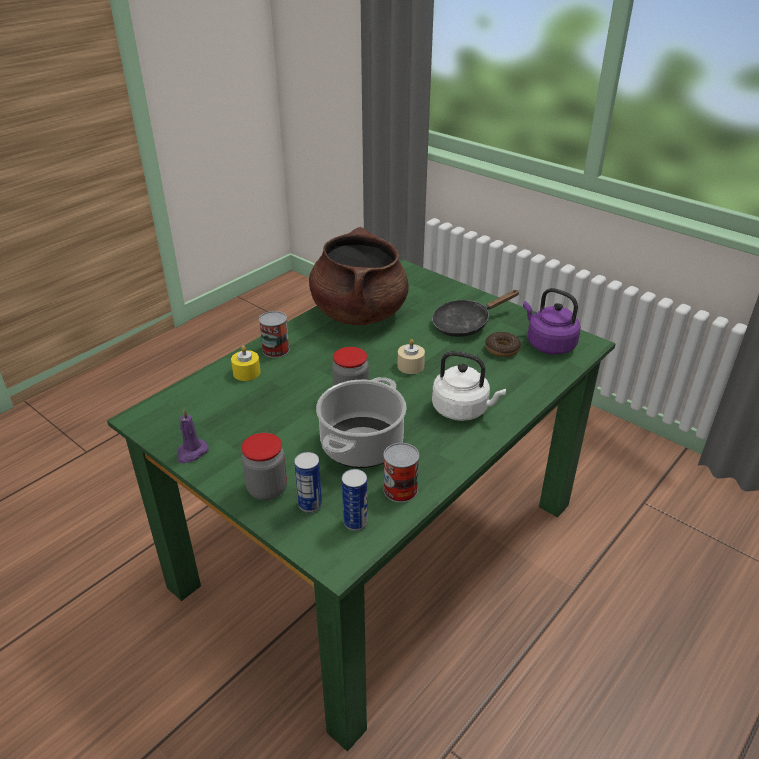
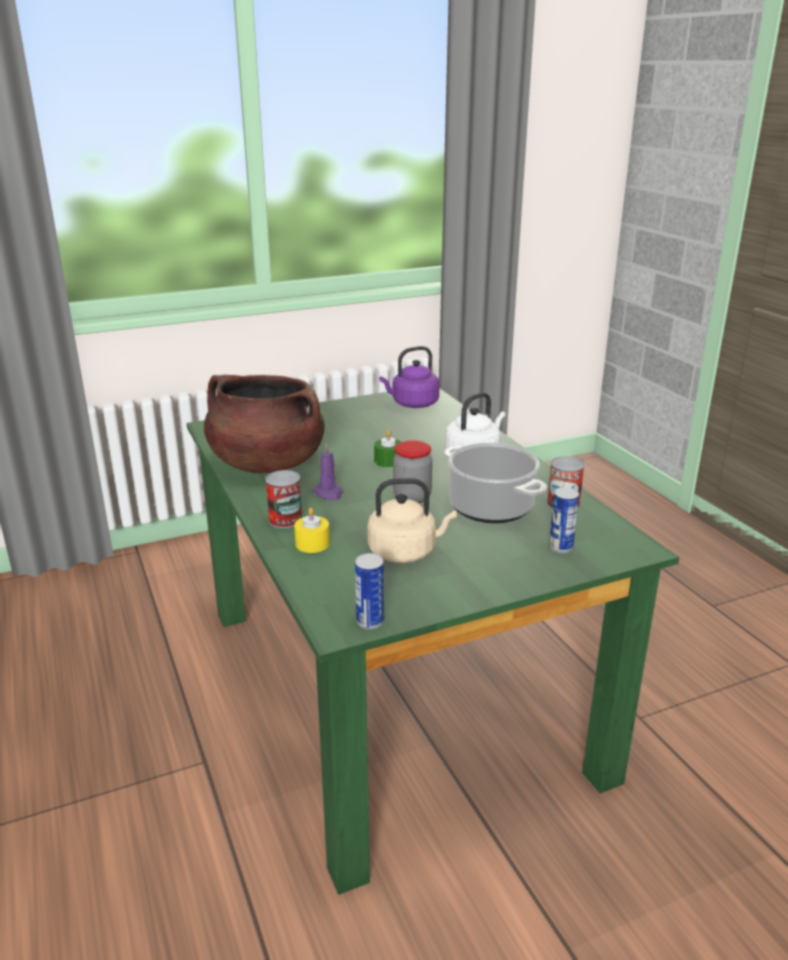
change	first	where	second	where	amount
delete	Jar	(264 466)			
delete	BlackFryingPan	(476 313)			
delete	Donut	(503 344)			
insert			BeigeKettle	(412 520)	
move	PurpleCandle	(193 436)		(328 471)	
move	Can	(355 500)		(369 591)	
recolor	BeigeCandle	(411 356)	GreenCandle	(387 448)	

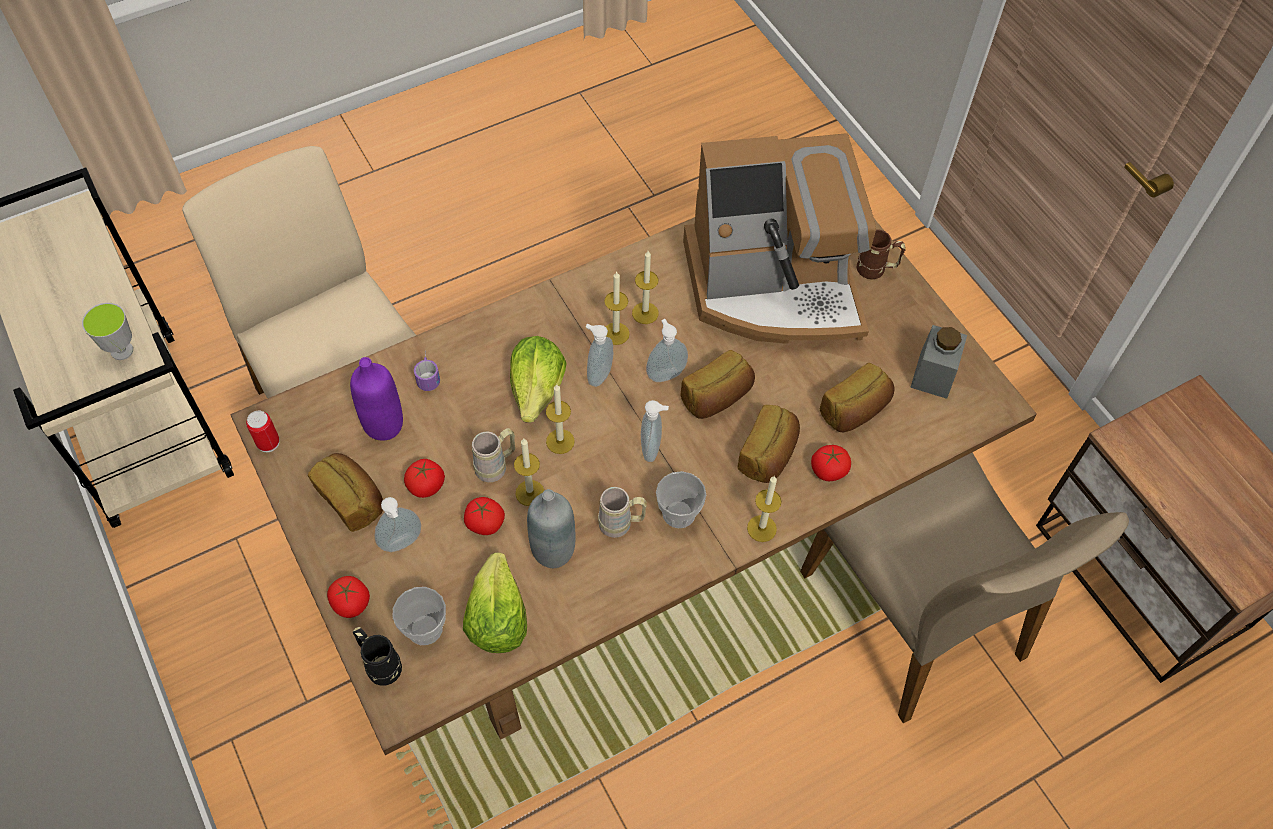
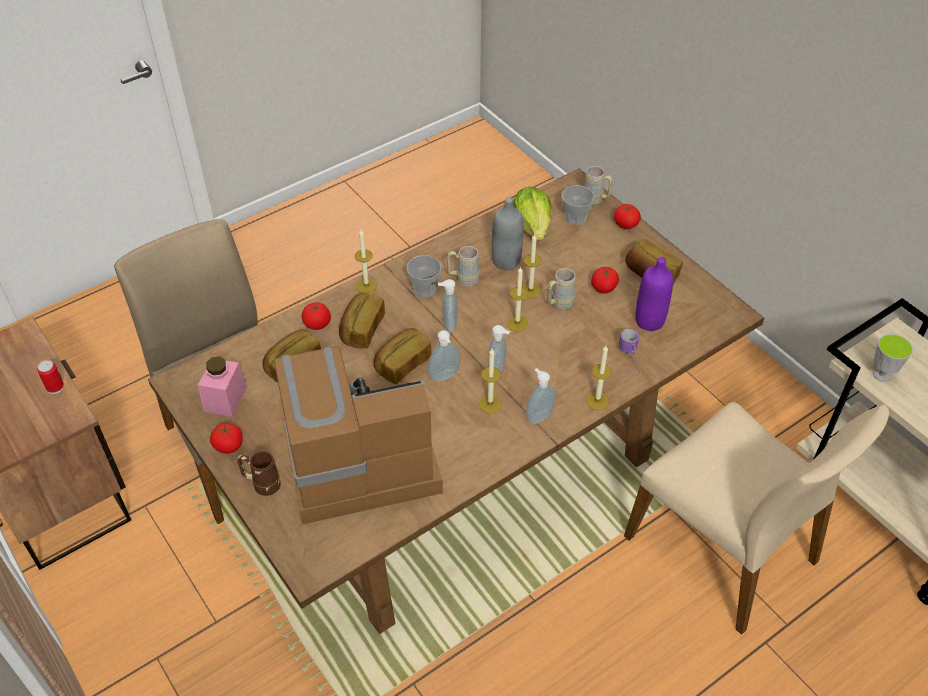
change	first	where	second	where	amount
delete	Lettuce	(538 379)			
move	Can	(262 431)		(50 377)	
move	SoapDispenser	(397 524)		(541 396)	
move	Tomato	(484 516)		(226 438)	
move	Candle	(645 287)		(599 378)	
recolor	BlackMug	(377 656)	BeigeMug	(598 185)	
recolor	GreyJar	(938 362)	PinkJar	(222 386)	

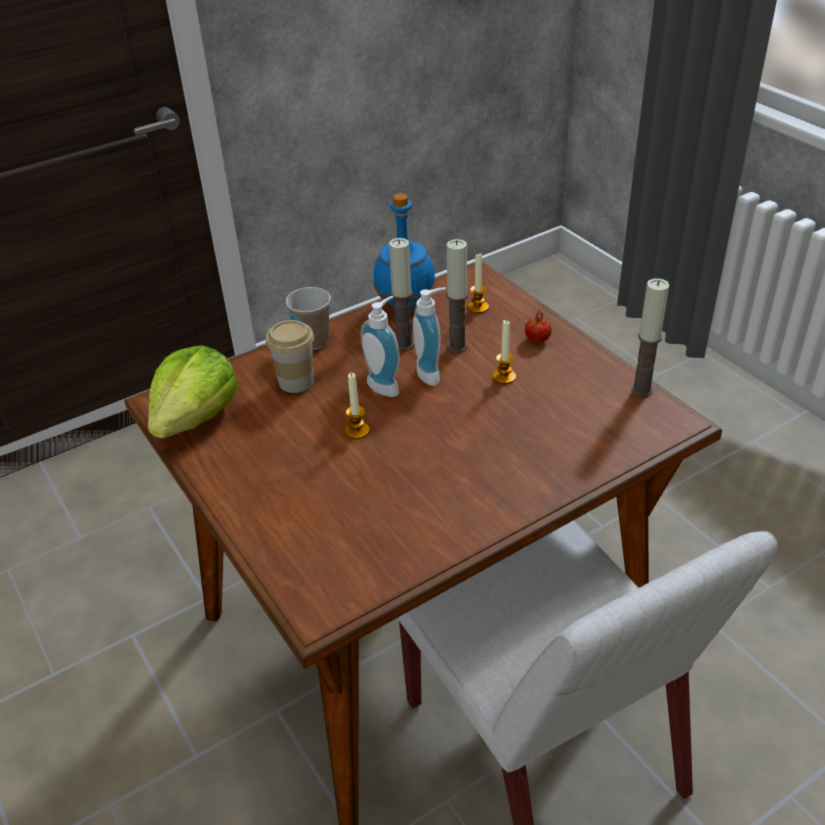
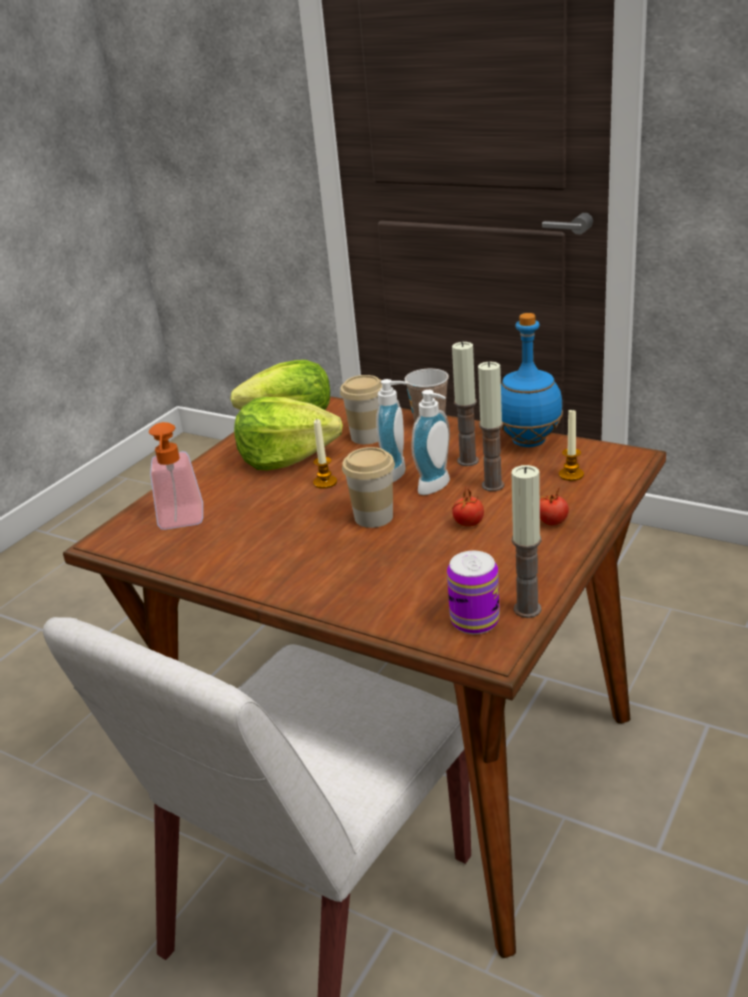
change	first	where	second	where	amount
insert			SoapDispenser	(176 476)	
insert			Lettuce	(288 433)	
insert			Cup	(368 487)	
insert			Can	(473 592)	
replace	Candle	(504 352)	Tomato	(468 507)	

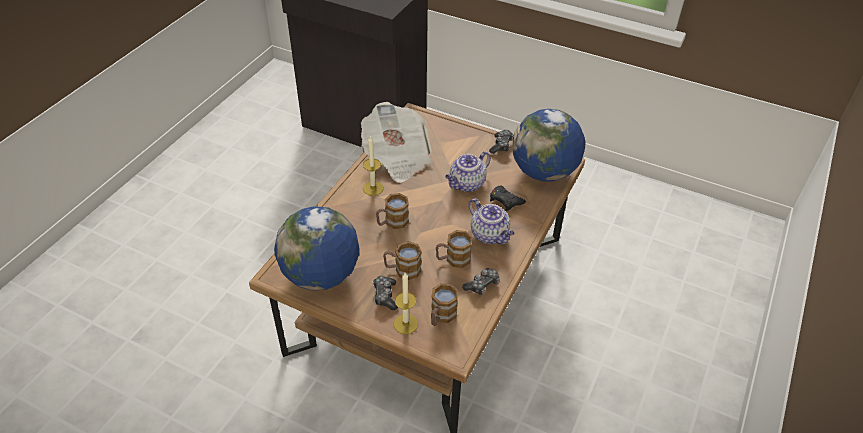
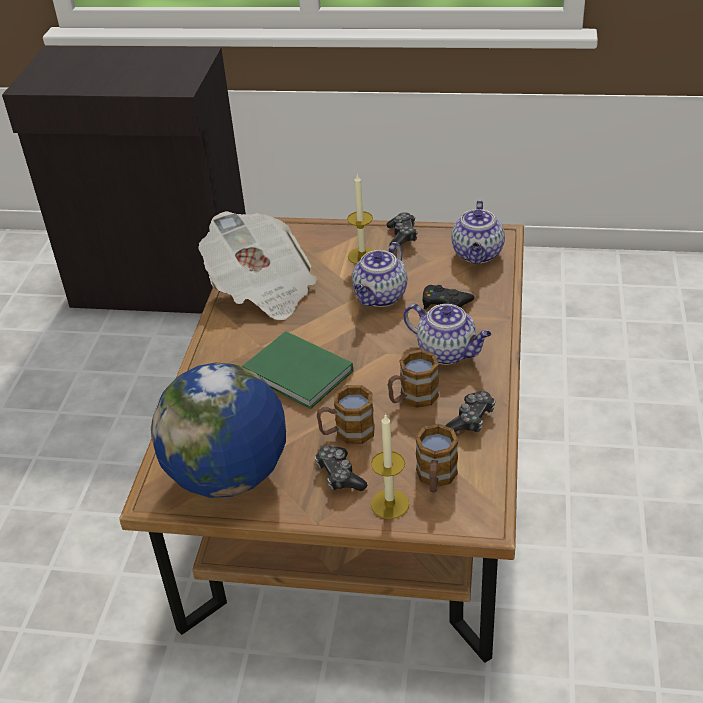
change	first	where	second	where	amount
move	Candle	(373 166)		(360 219)	
replace	Mug	(392 211)	GreenBook	(297 370)	
replace	Globe	(549 145)	Teapot	(478 232)	

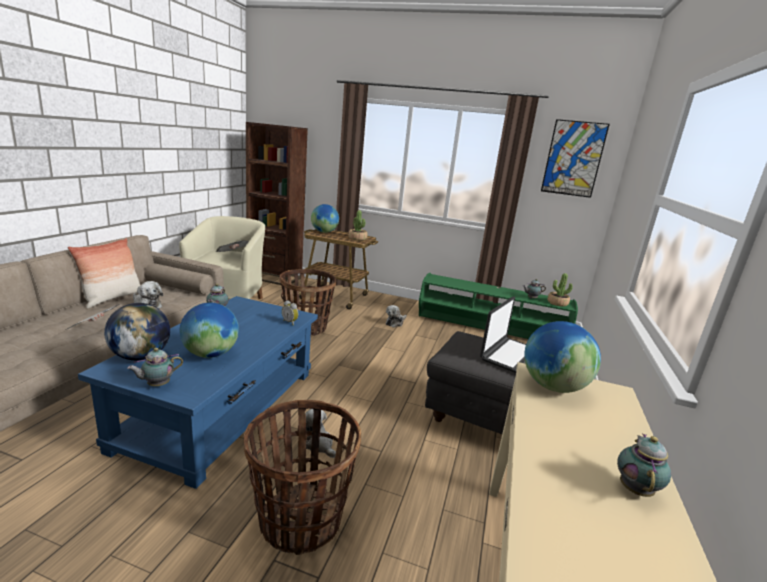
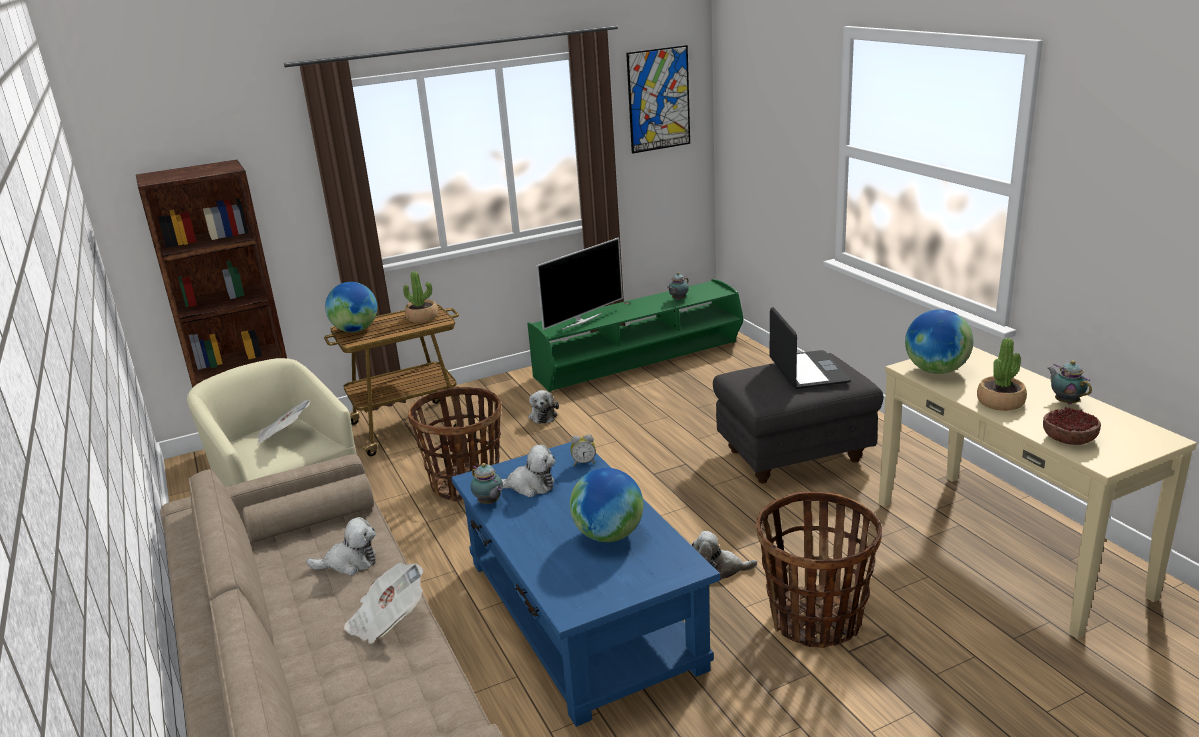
change	first	where	second	where	amount
delete	Pillow	(103 273)			
delete	Globe	(137 331)			
delete	Teapot	(155 367)			
insert			PlushToy	(529 470)	
insert			Television	(579 284)	
insert			Bowl	(1072 426)	
move	PottedPlant	(560 290)		(1002 374)	

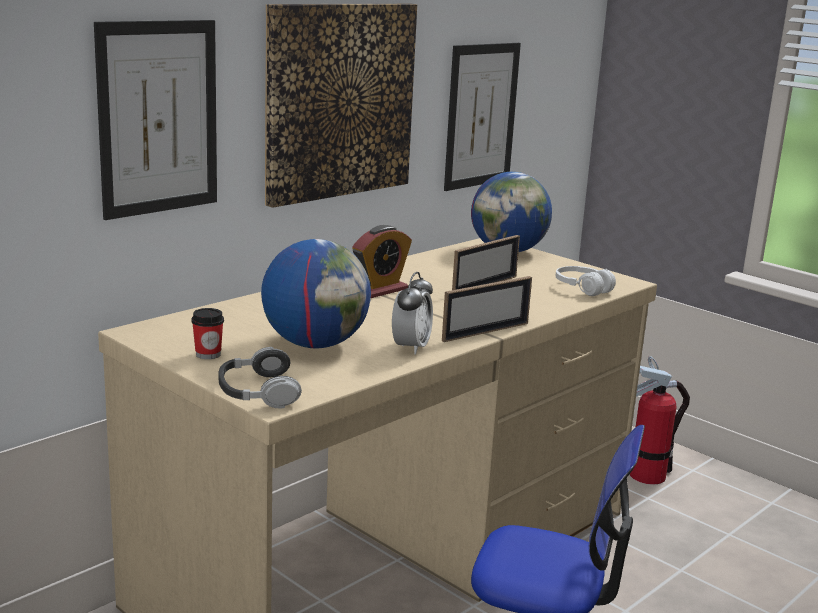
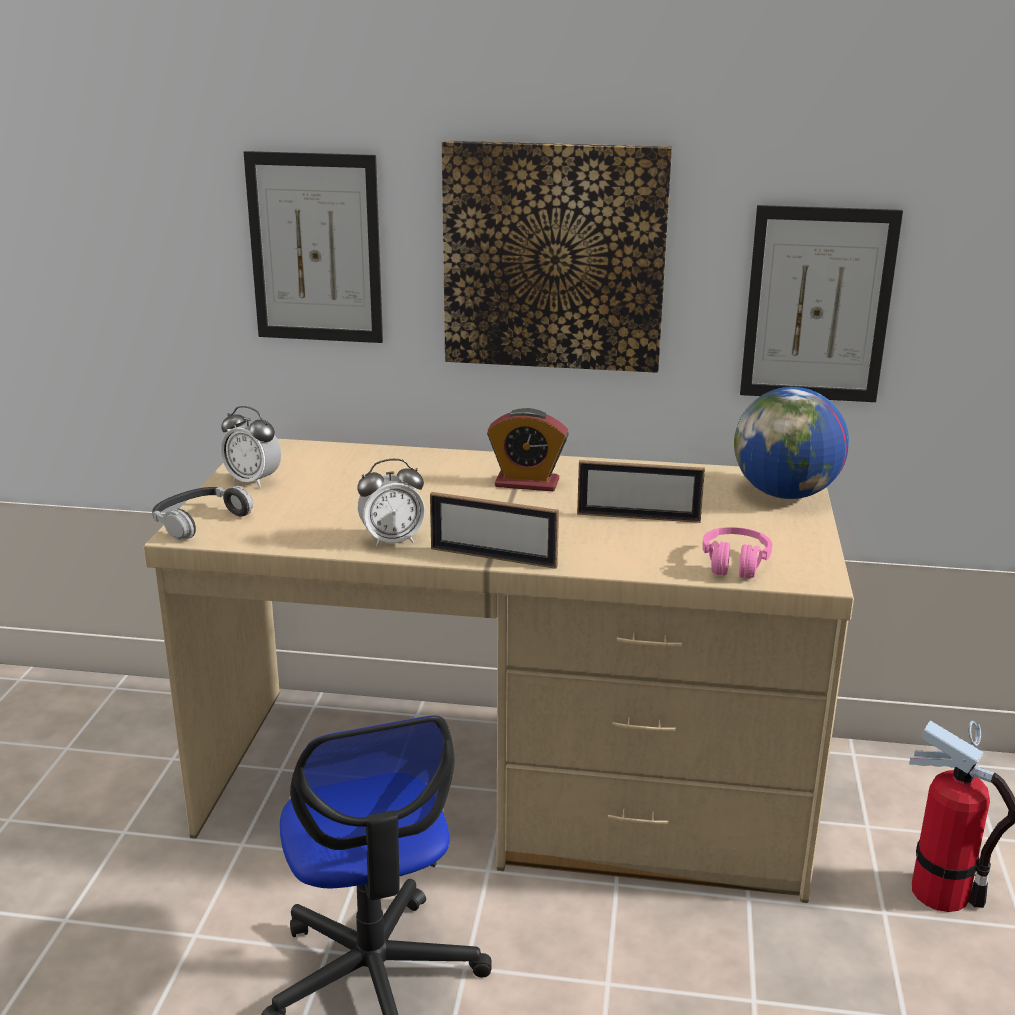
change	first	where	second	where	amount
delete	Globe	(316 294)			
replace	Cup	(207 333)	AlarmClock	(251 447)	
recolor	WhiteHeadphones	(586 281)	PinkHeadphones	(737 553)	

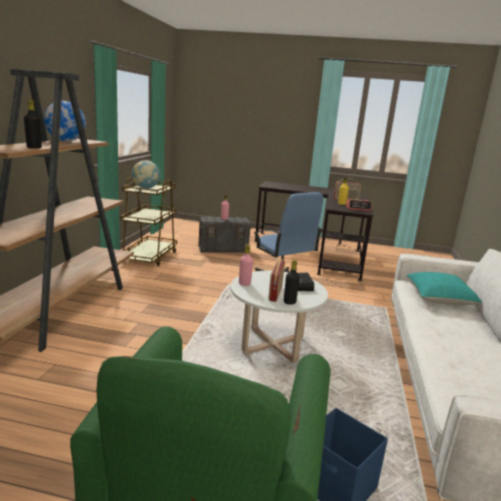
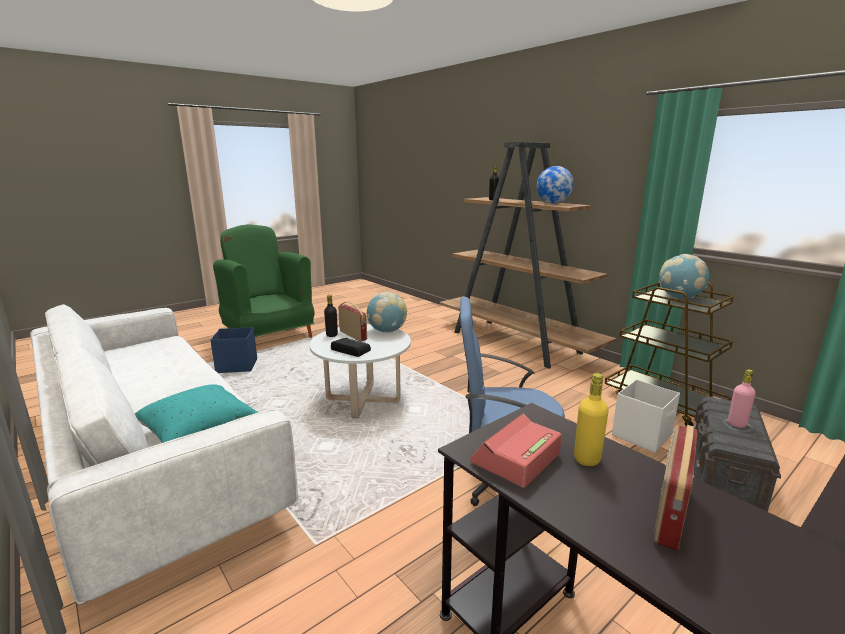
change	first	where	second	where	amount
insert			WhiteStorageBox	(646 416)	
replace	PinkBottle	(246 265)	Globe	(387 312)	

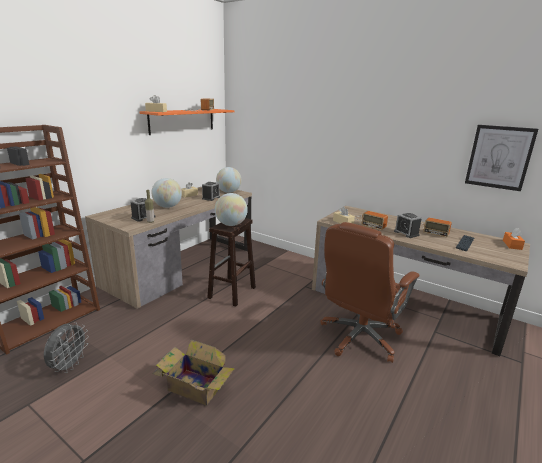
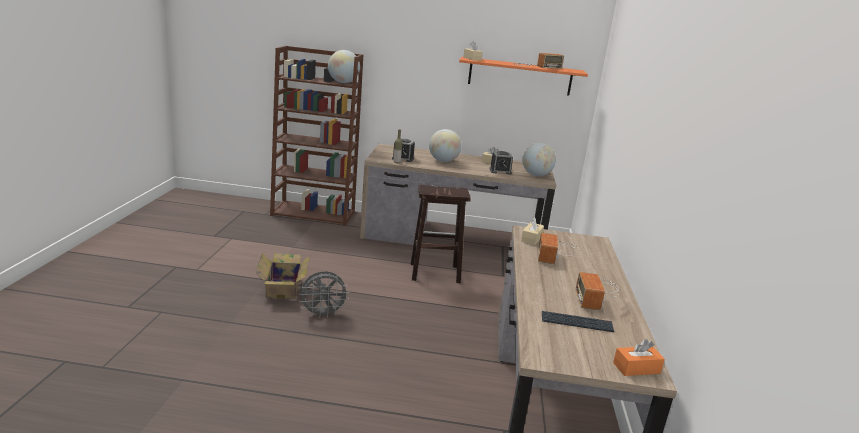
change	first	where	second	where	amount
delete	BrownOfficeChair	(369 292)			
delete	AlarmClock	(408 225)			
delete	Picture	(501 158)			
move	GreyFan	(66 347)		(324 294)	
move	Globe	(231 209)		(344 66)	

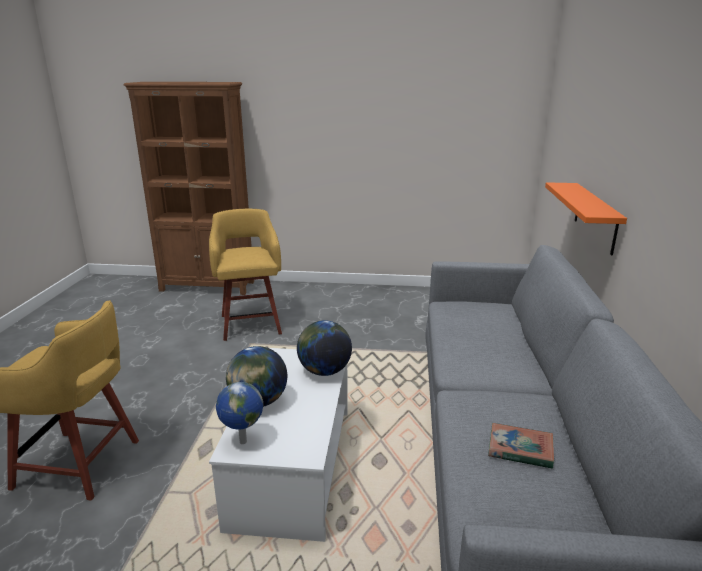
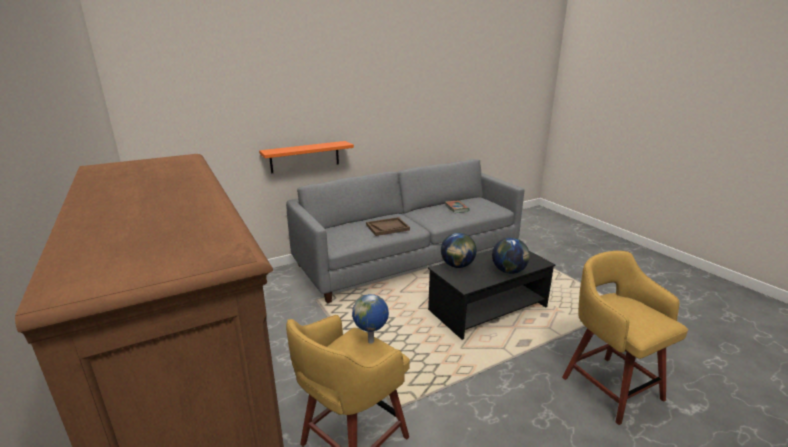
change	first	where	second	where	amount
insert			BrownTray	(388 226)	
move	Globe	(239 413)		(370 319)	
recolor	WhiteCoffeeTable	(278 445)	BlackCoffeeTable	(492 294)	

